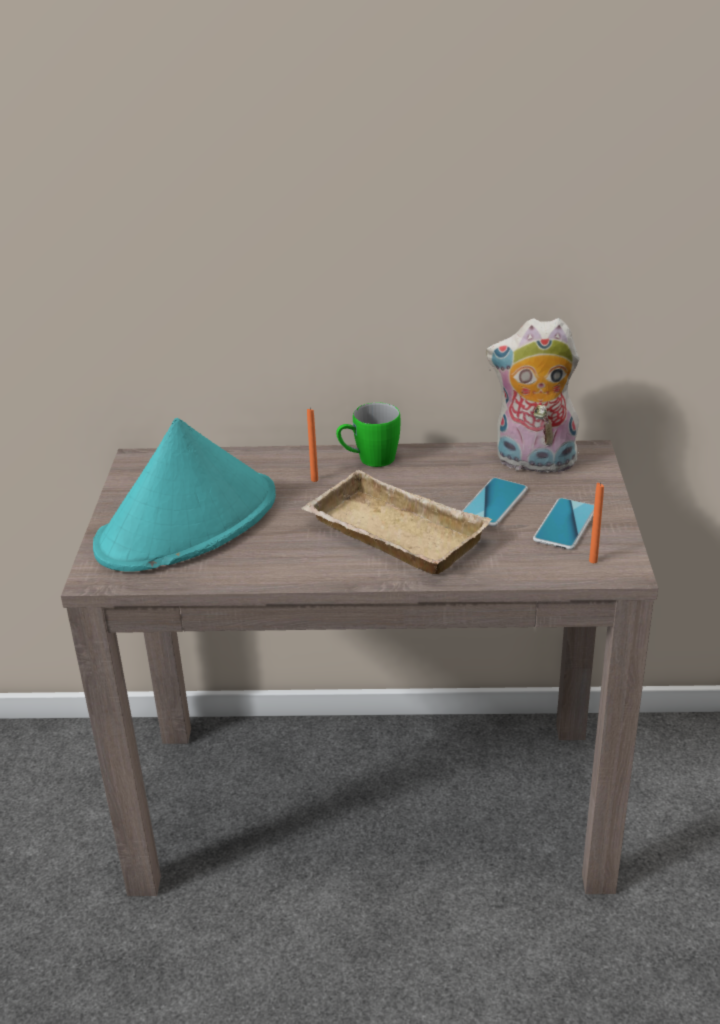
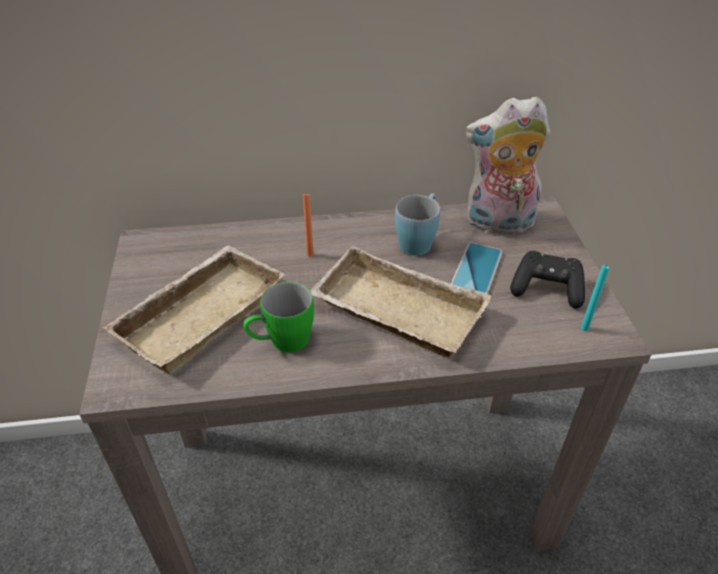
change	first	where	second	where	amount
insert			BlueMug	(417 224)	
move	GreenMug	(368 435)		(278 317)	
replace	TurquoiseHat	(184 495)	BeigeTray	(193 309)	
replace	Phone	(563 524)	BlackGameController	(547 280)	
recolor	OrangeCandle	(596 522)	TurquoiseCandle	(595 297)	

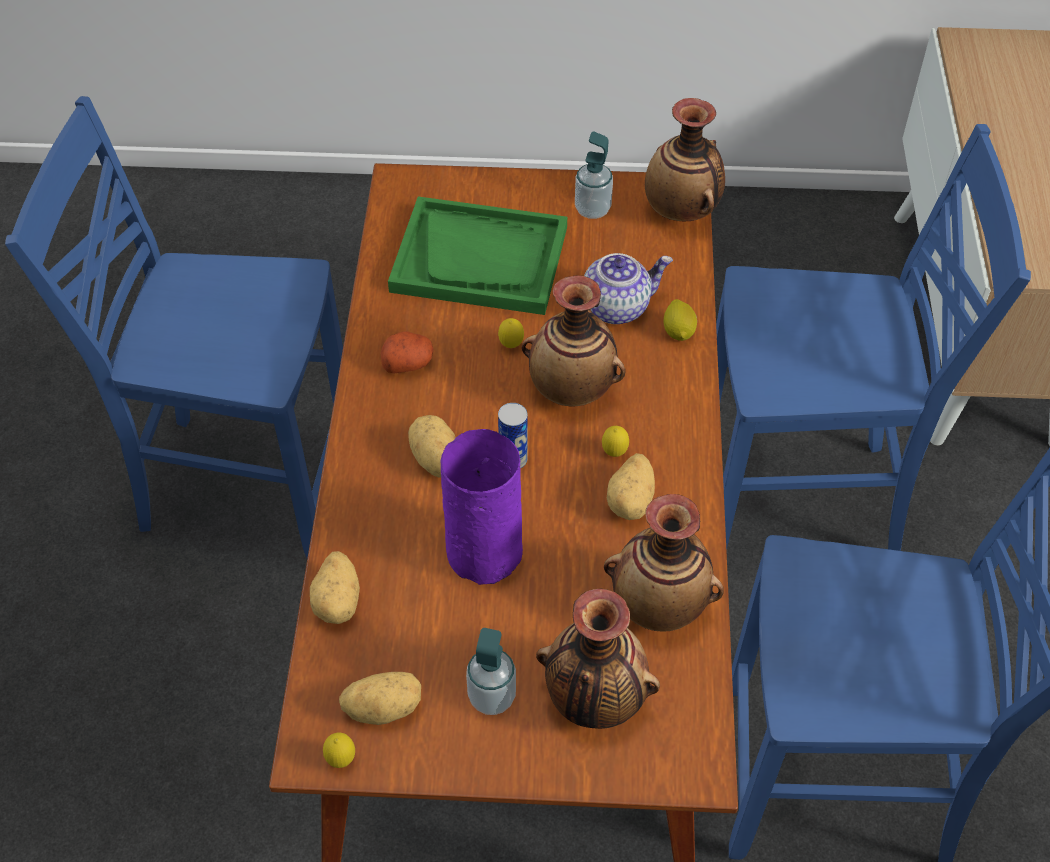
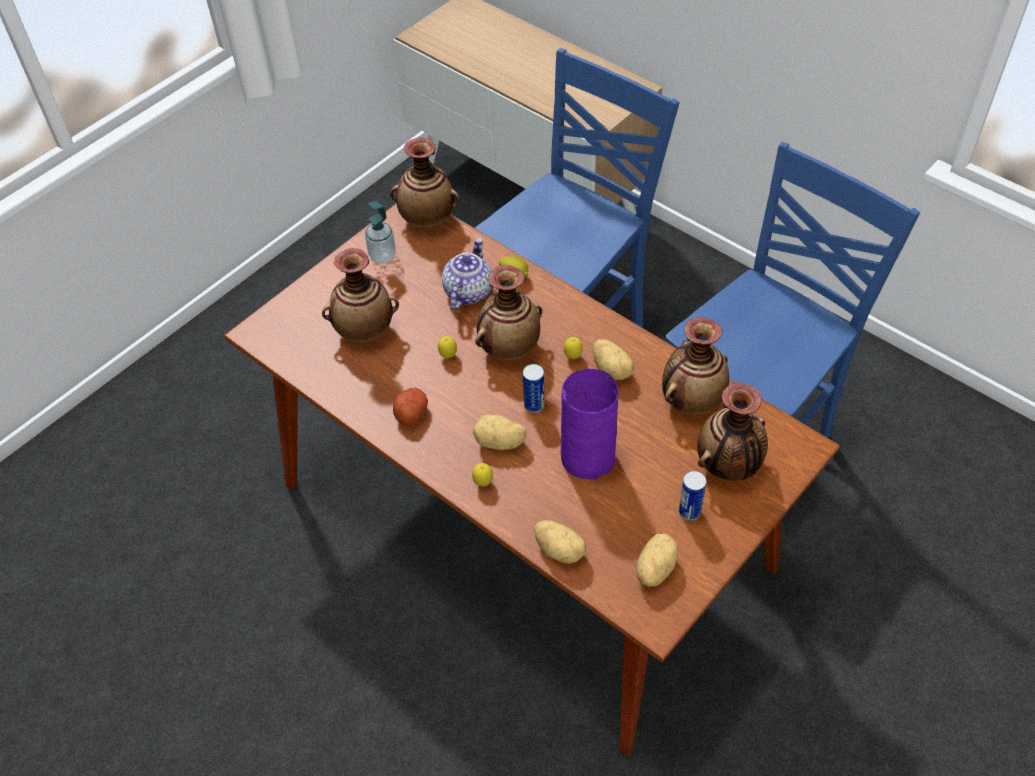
change	first	where	second	where	amount
delete	BlueChair	(174 327)			
move	Lemon	(339 750)		(482 475)	
replace	GreenTray	(477 255)	Vase	(360 295)	
replace	SoapDispenser	(491 671)	Can	(692 496)	

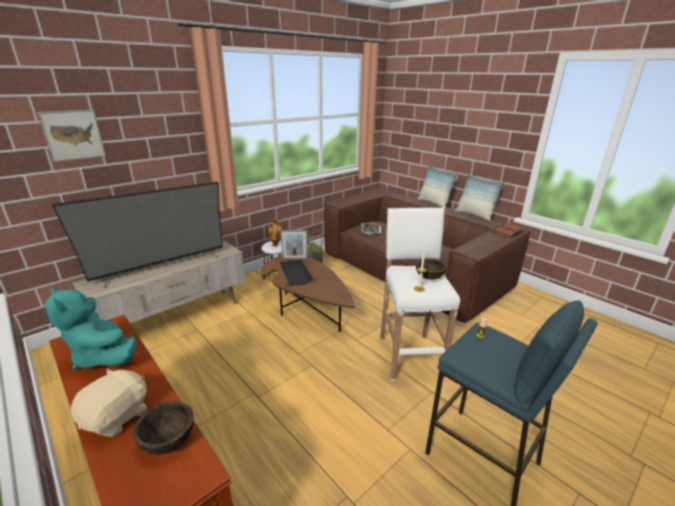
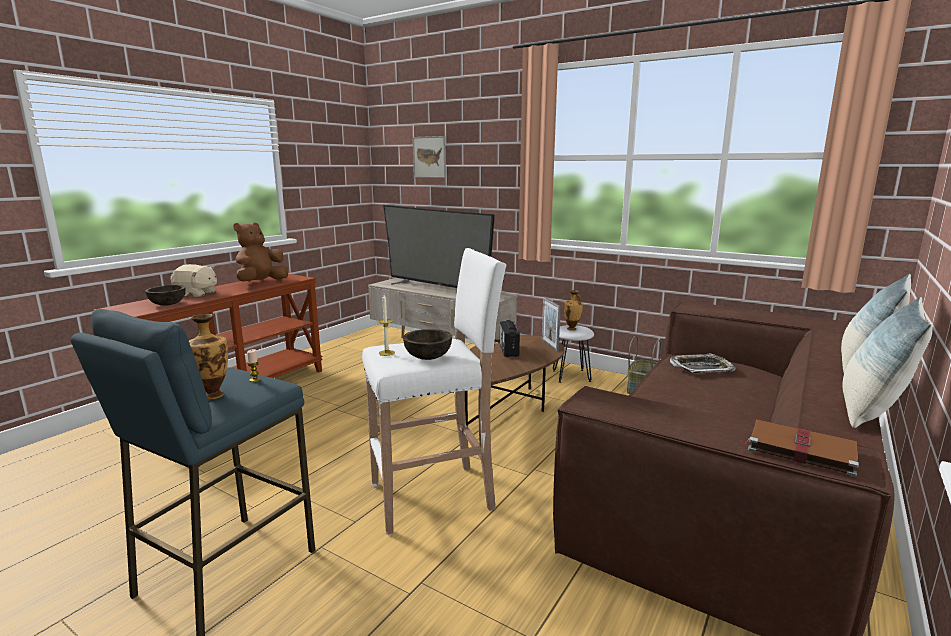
change	first	where	second	where	amount
insert			Vase	(208 357)	
replace	BlackTray	(297 272)	Radio	(510 338)	
recolor	TurquoisePlushToy	(91 328)	BrownPlushToy	(261 252)	

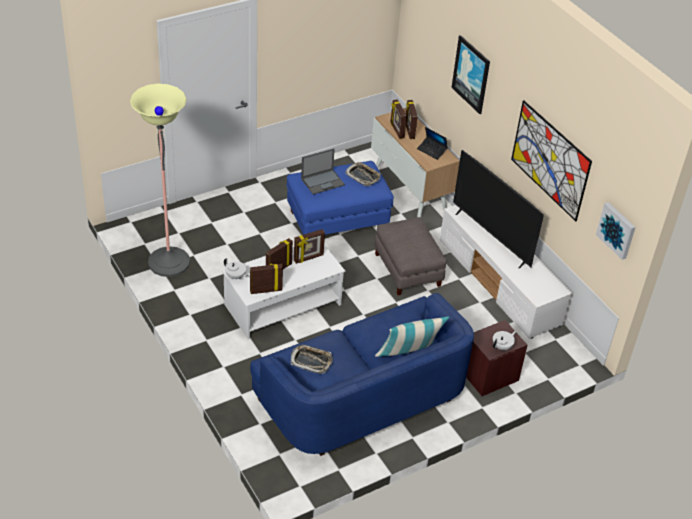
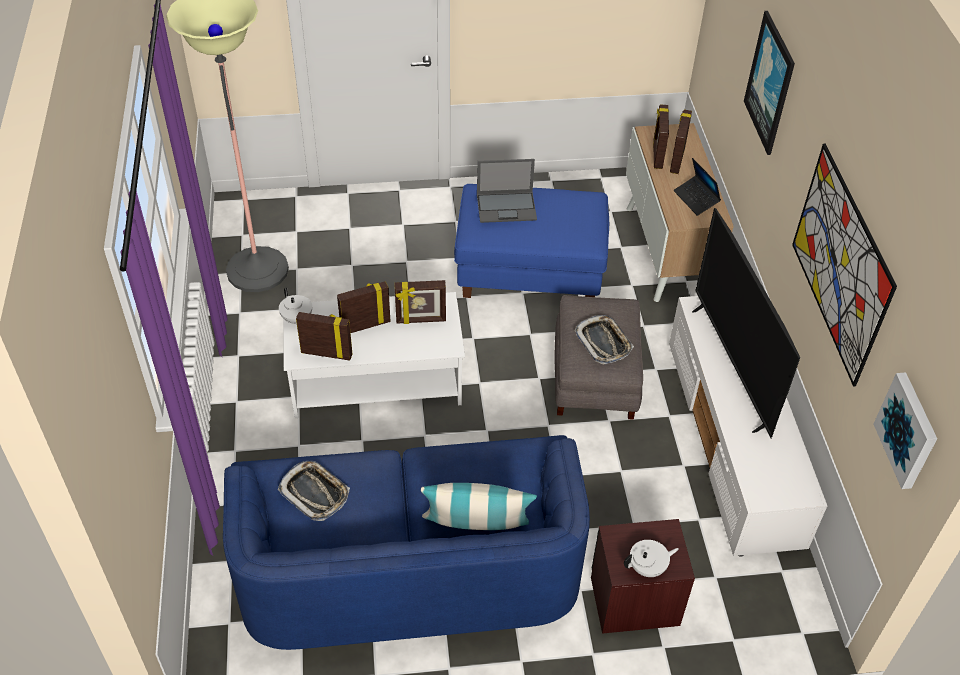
change	first	where	second	where	amount
move	Tray	(363 174)		(604 339)	

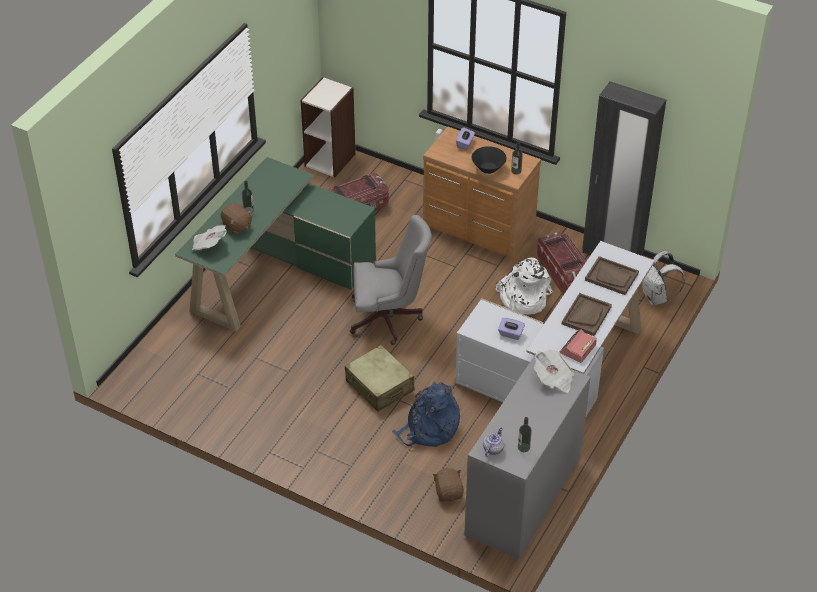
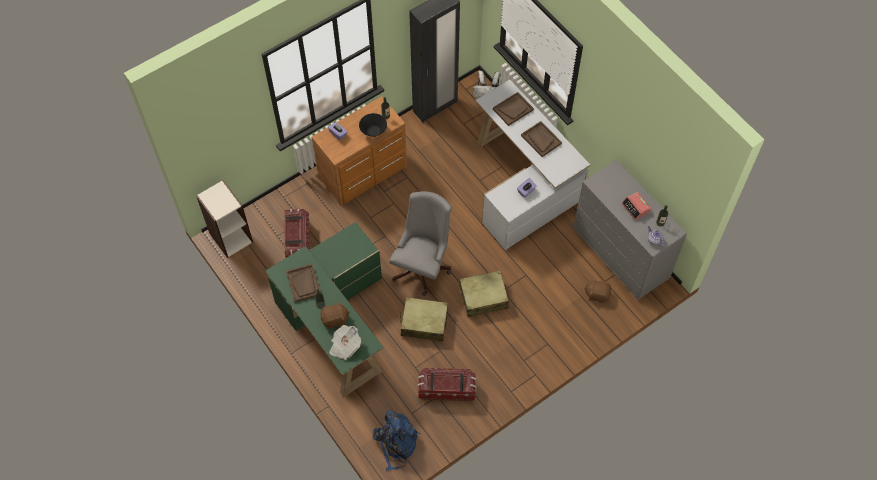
change	first	where	second	where	amount
delete	WhiteBackpack	(524 286)			
delete	Newspaper	(554 371)			
insert			BrownTray	(303 283)	
insert			BeigeSuitcase	(424 319)	
move	BlueBackpack	(426 414)		(396 440)	
move	StorageBox	(561 263)		(447 384)	
move	AlarmClock	(578 346)		(636 206)	

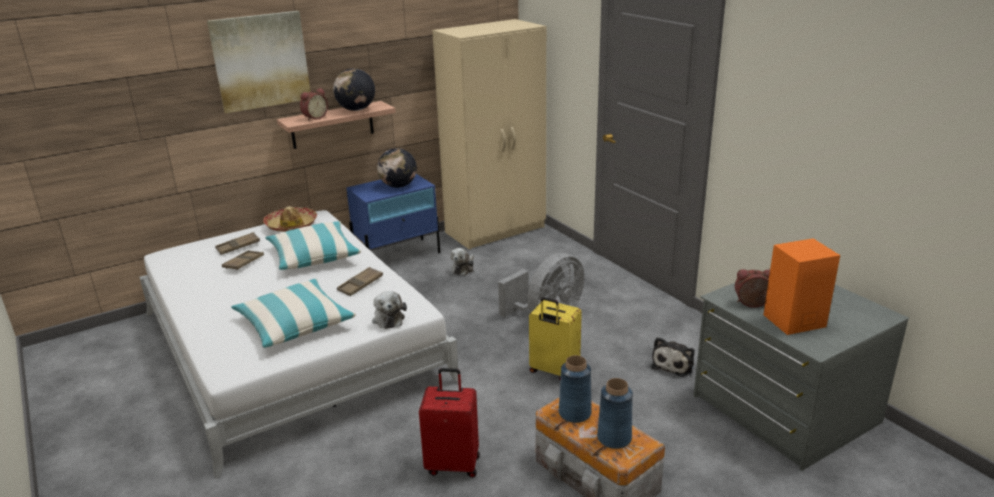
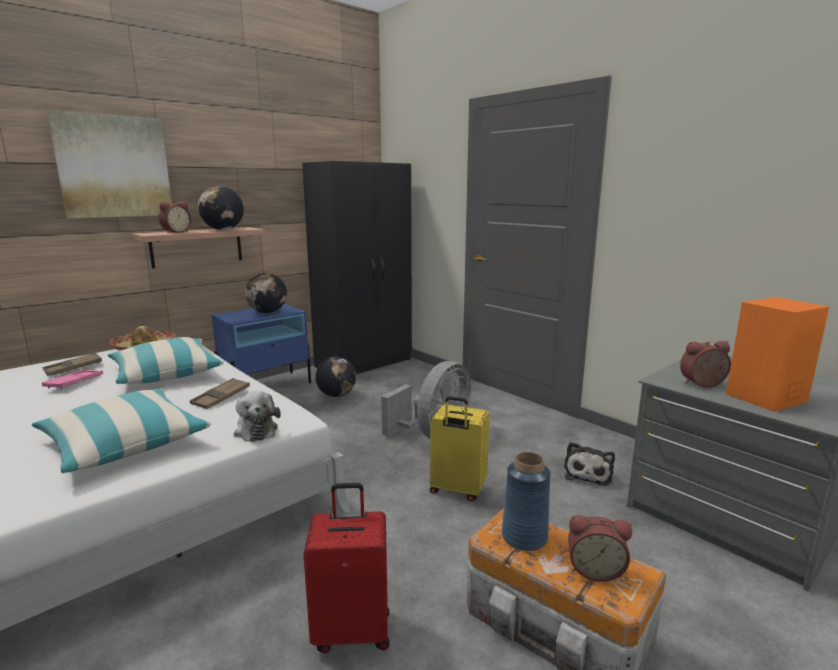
change	first	where	second	where	amount
replace	PlushToy	(462 262)	Globe	(335 377)	
replace	BlueVase	(615 413)	AlarmClock	(600 548)	
recolor	BrownTray	(243 260)	PinkTray	(72 379)	
recolor	BeigeWardrobe	(489 134)	BlackWardrobe	(357 267)	

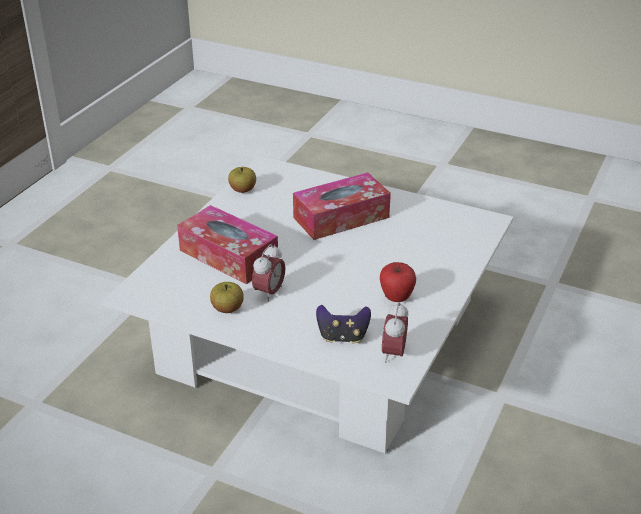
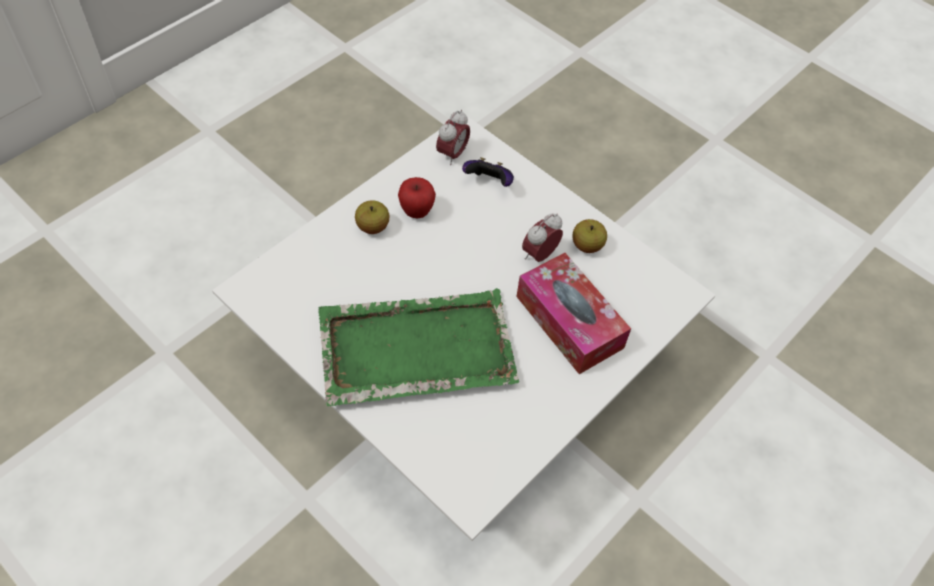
change	first	where	second	where	amount
move	Apple	(242 180)		(372 217)	
replace	TissueBox	(342 206)	GreenTray	(419 347)	

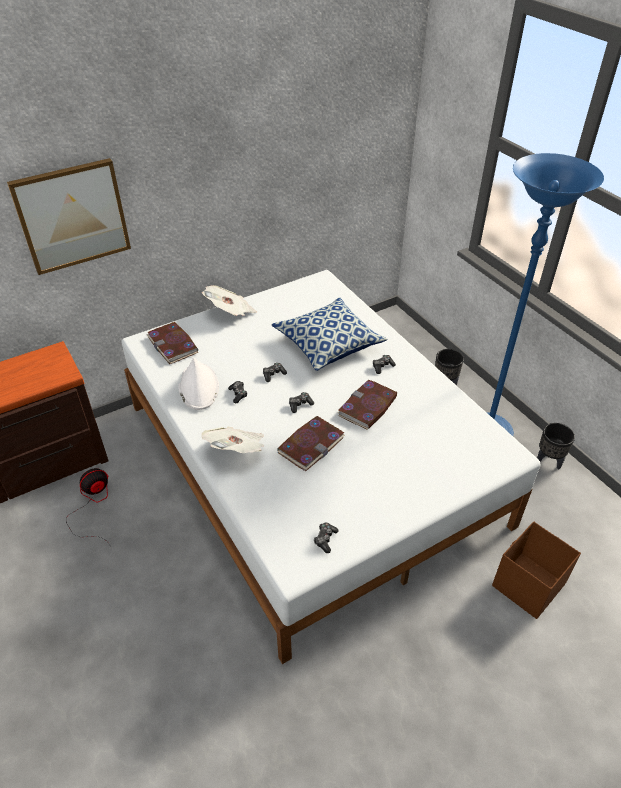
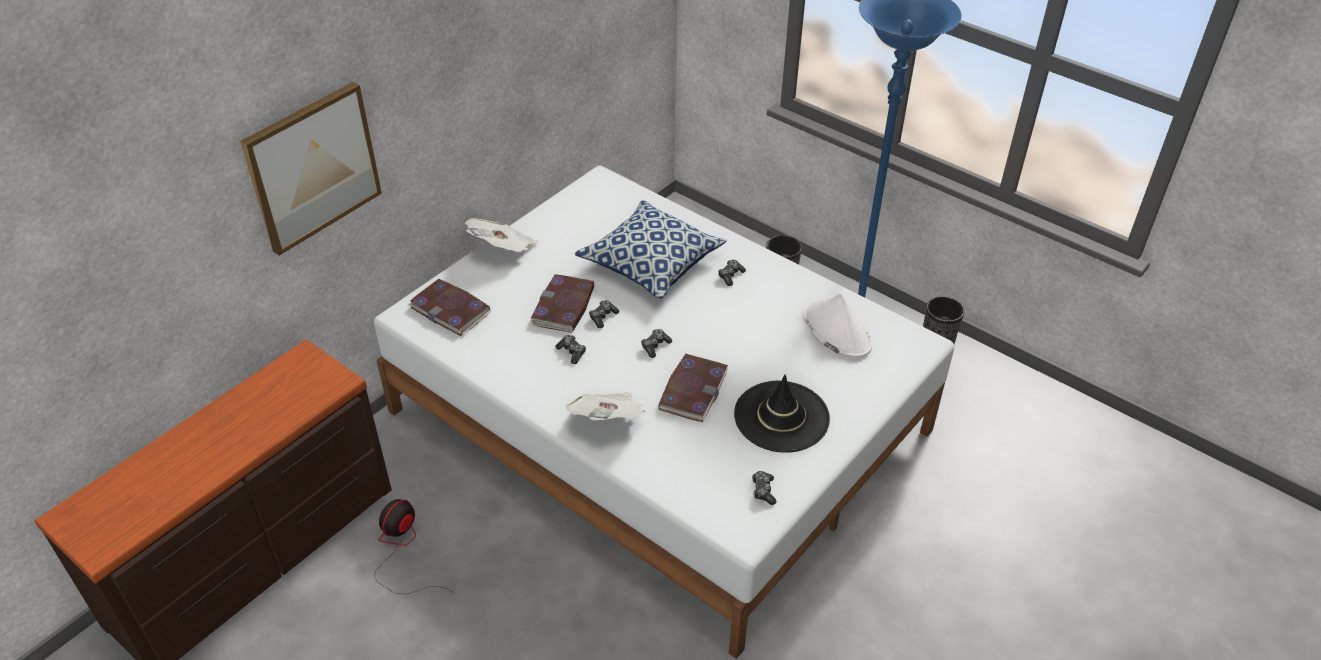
change	first	where	second	where	amount
delete	BrownStorageBox	(536 570)			
insert			BlackHat	(782 414)	
move	WhiteHat	(198 384)		(837 325)	
move	Book	(367 405)		(562 303)	

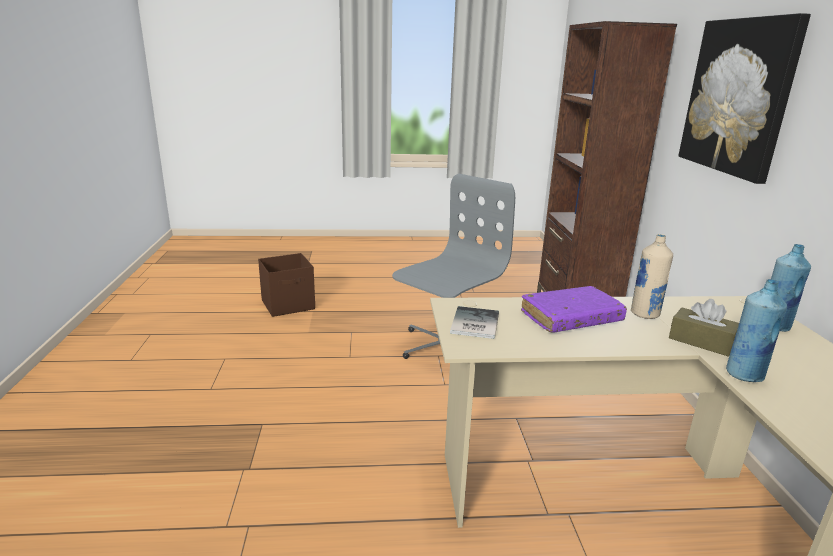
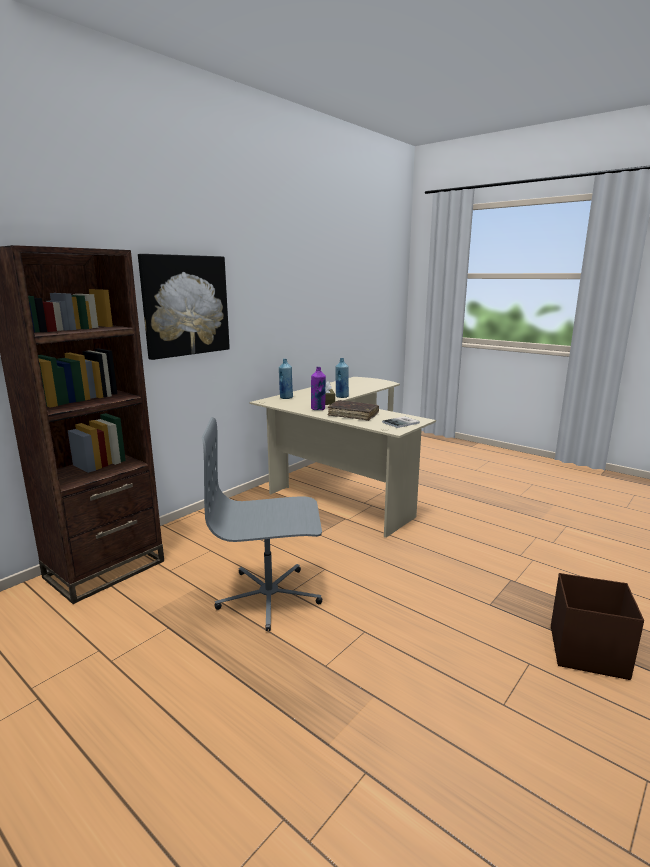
change	first	where	second	where	amount
move	BrownStorageBox	(286 285)		(597 626)	
recolor	PurpleBook	(574 309)	BrownBook	(353 410)	
recolor	BeigeBottle	(652 276)	PurpleBottle	(318 388)	

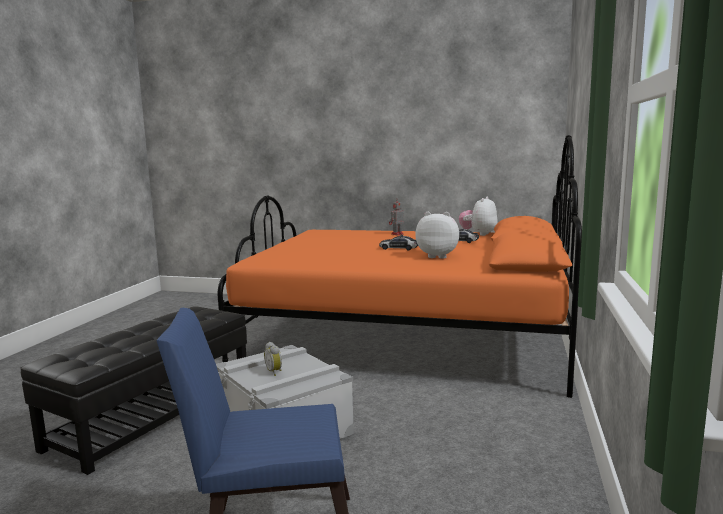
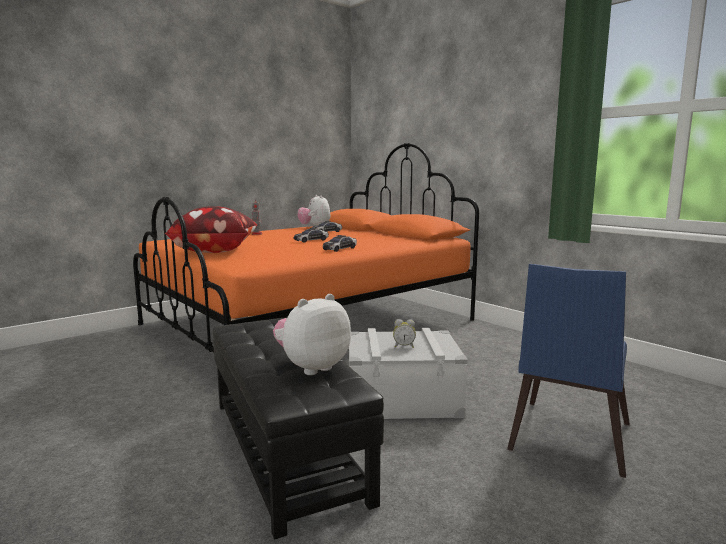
change	first	where	second	where	amount
insert			Pillow	(210 229)	
insert			ToyCar	(340 243)	
move	PlushToy	(437 235)		(312 334)	

